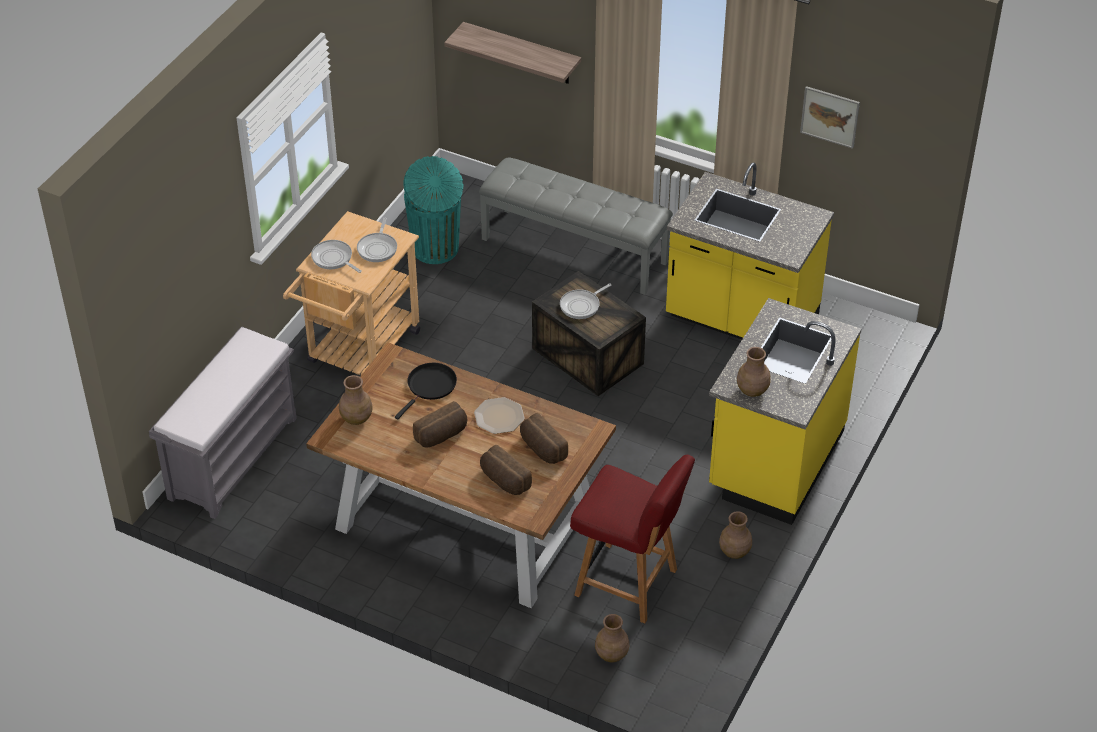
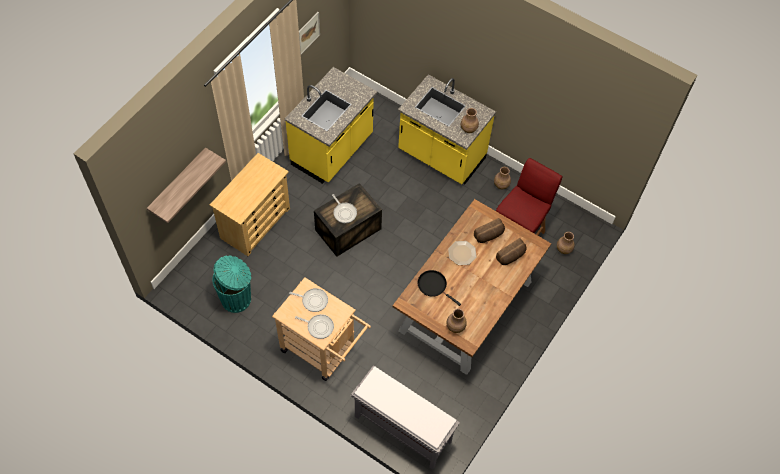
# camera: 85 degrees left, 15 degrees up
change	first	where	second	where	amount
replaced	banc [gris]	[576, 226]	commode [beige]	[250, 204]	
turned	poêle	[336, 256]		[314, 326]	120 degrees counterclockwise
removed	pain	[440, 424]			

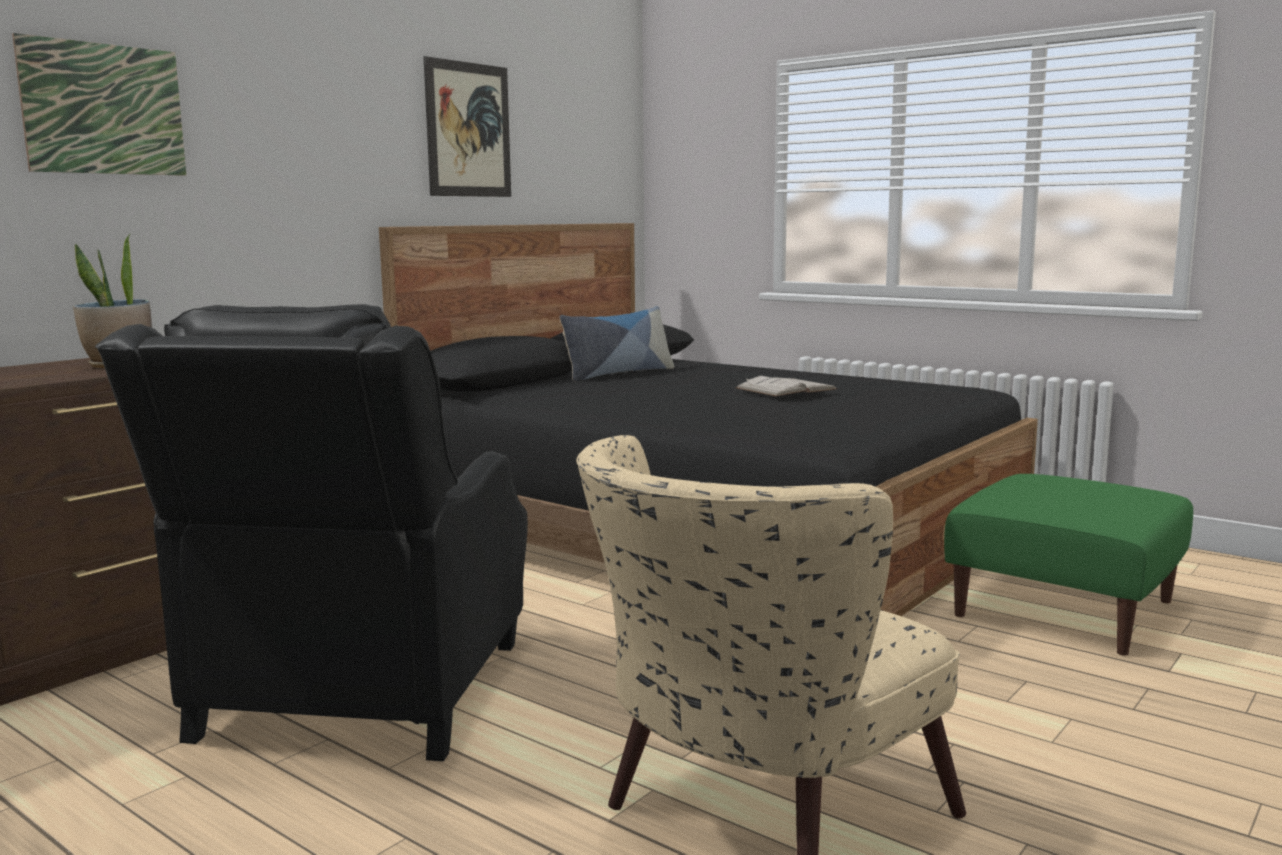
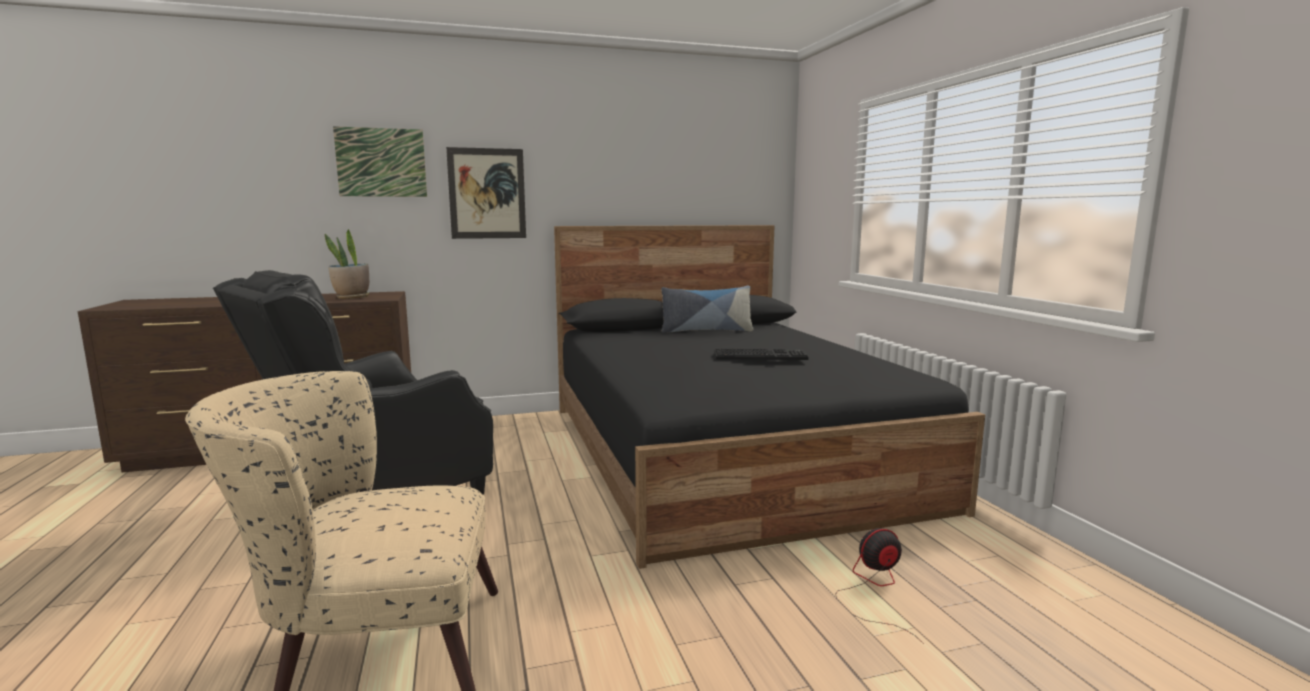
# camera: 35 degrees right, 0 degrees up
change	first	where	second	where	amount
moved	tableau	[467, 126]		[486, 193]	
replaced	livre [blanc]	[786, 386]	clavier	[761, 354]	
replaced	pouf [vert]	[1068, 565]	ventilateur	[880, 586]	

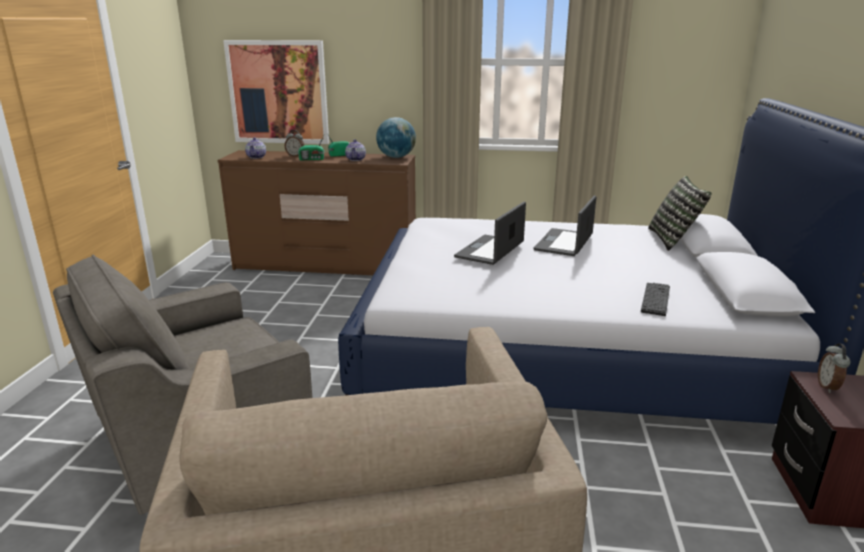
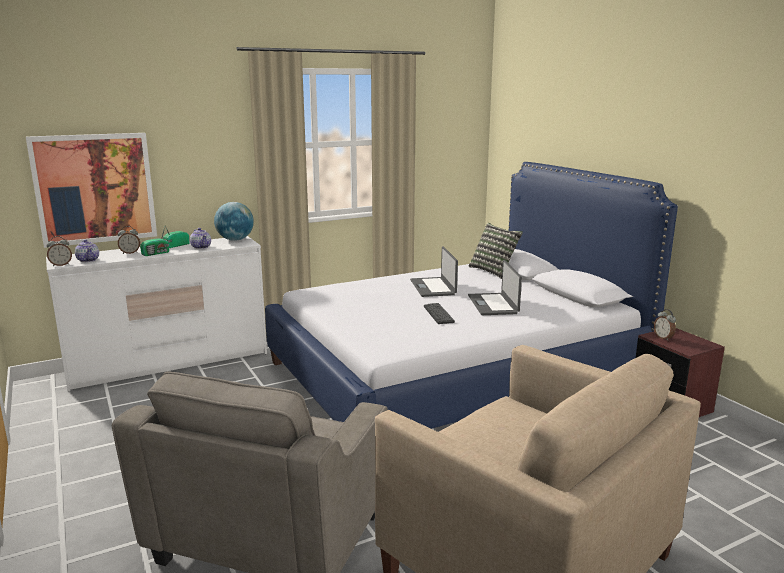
# camera: 35 degrees left, 5 degrees down
change	first	where	second	where	amount
recoloured	commode [marron]	[316, 212]	commode [blanc]	[156, 314]	
moved	ordinateur portable	[490, 233]		[495, 287]	
moved	clavier	[655, 299]		[439, 313]	
added			réveil	[59, 251]	

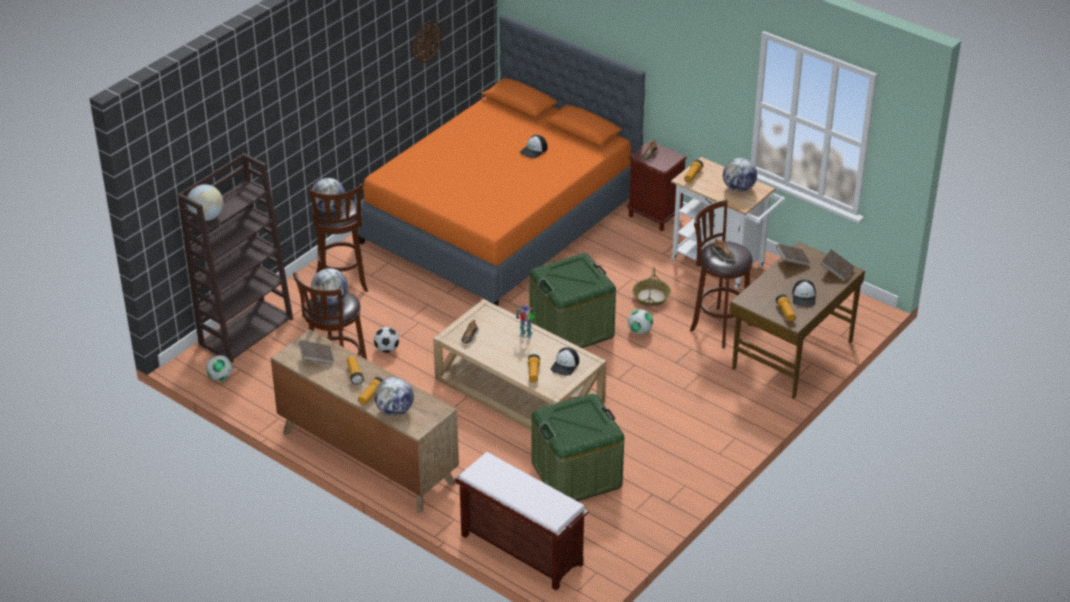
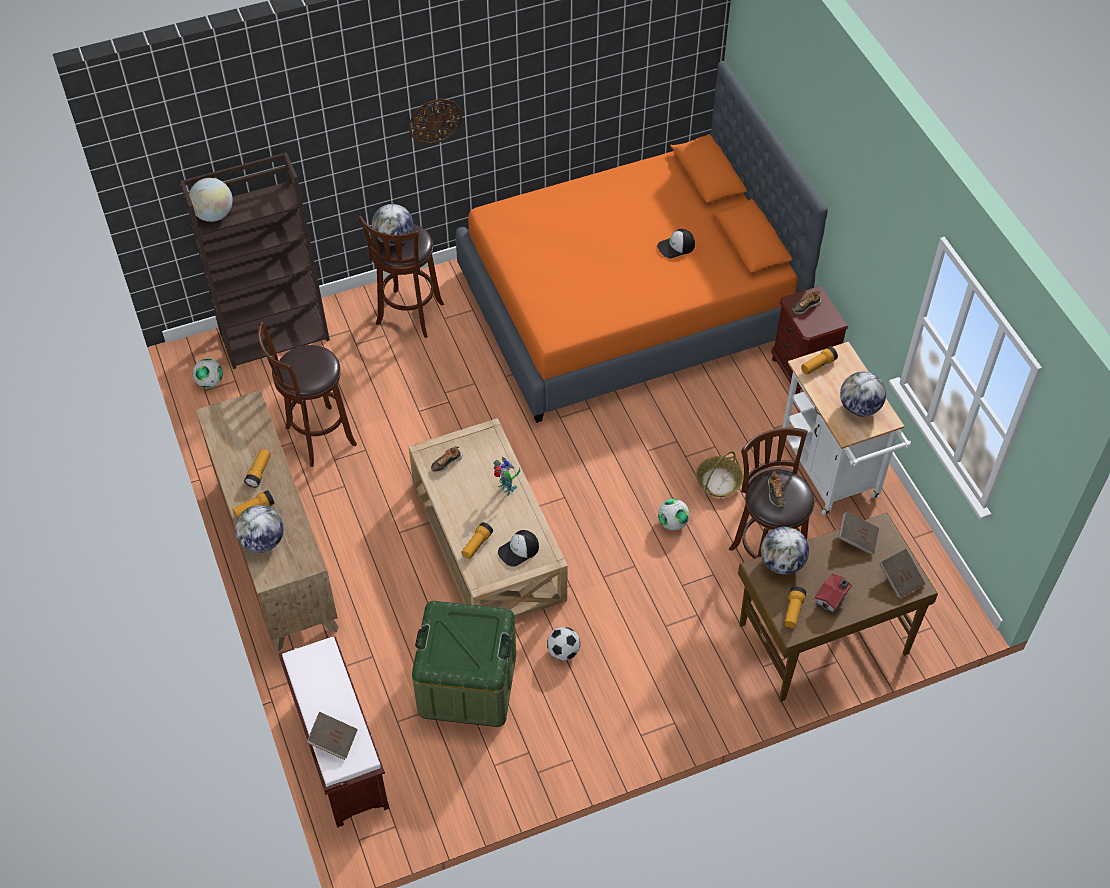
# camera: 30 degrees right, 15 degrees up
change	first	where	second	where	amount
moved	horloge murale	[427, 41]		[435, 122]	
removed	boîte de rangement [vert]	[573, 300]			
moved	globe	[329, 286]		[785, 551]	
replaced	casquette	[804, 293]	maison miniature	[833, 593]	
moved	ballon de foot	[386, 340]		[563, 644]	
moved	livre [marron]	[316, 352]		[332, 736]	

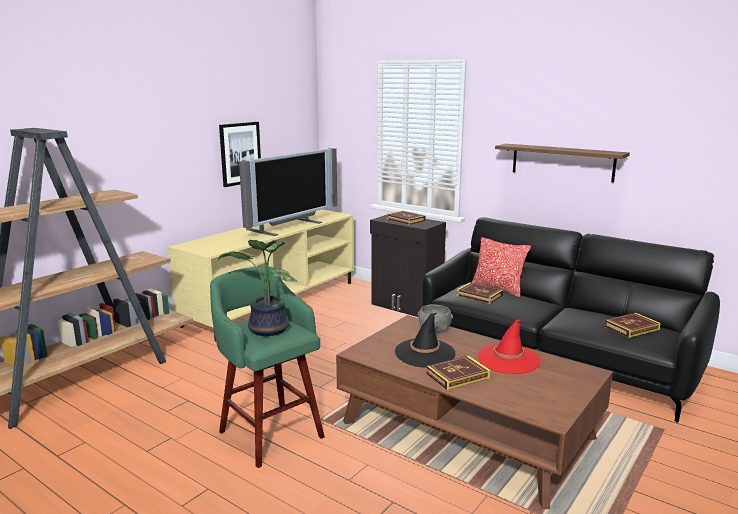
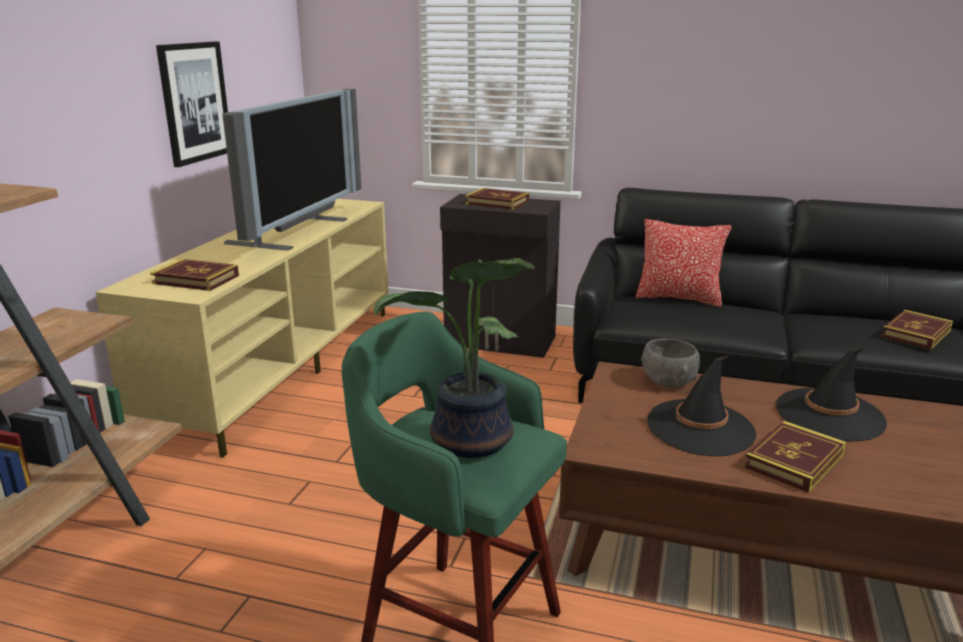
# camera: 20 degrees left, 5 degrees up
change	first	where	second	where	amount
removed	étagère [marron]	[562, 163]			
moved	livre	[479, 293]		[194, 275]	
recoloured	chapeau [rouge]	[509, 347]	chapeau [noir]	[831, 395]	

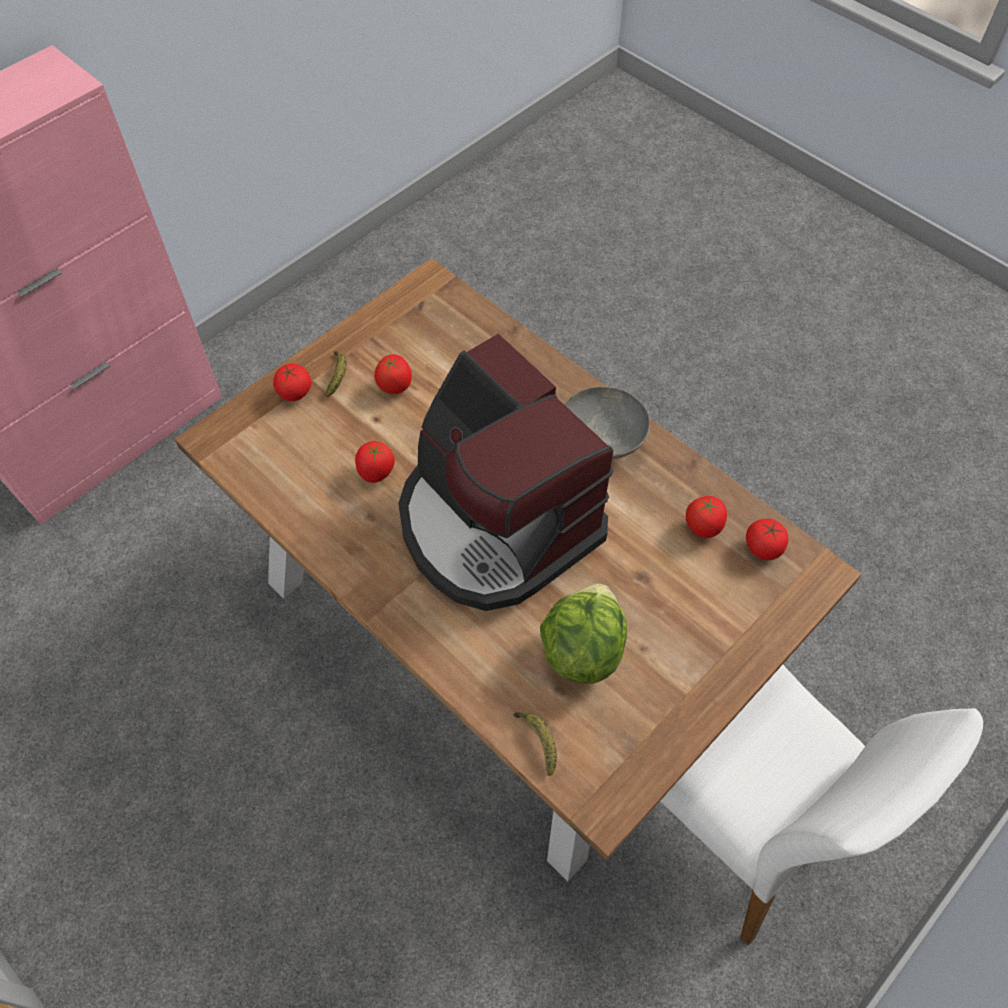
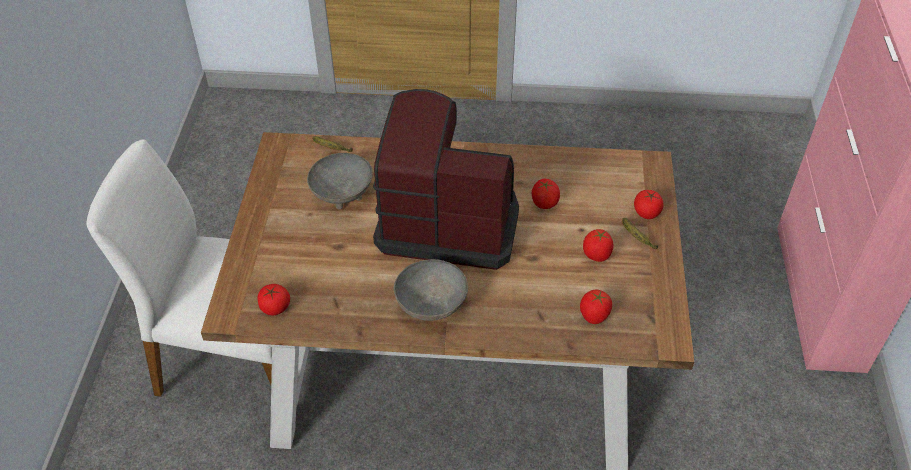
# camera: 140 degrees right, 10 degrees down
change	first	where	second	where	amount
moved	tomate	[706, 517]		[596, 306]	
replaced	laitue	[583, 634]	bol [gris]	[340, 181]	

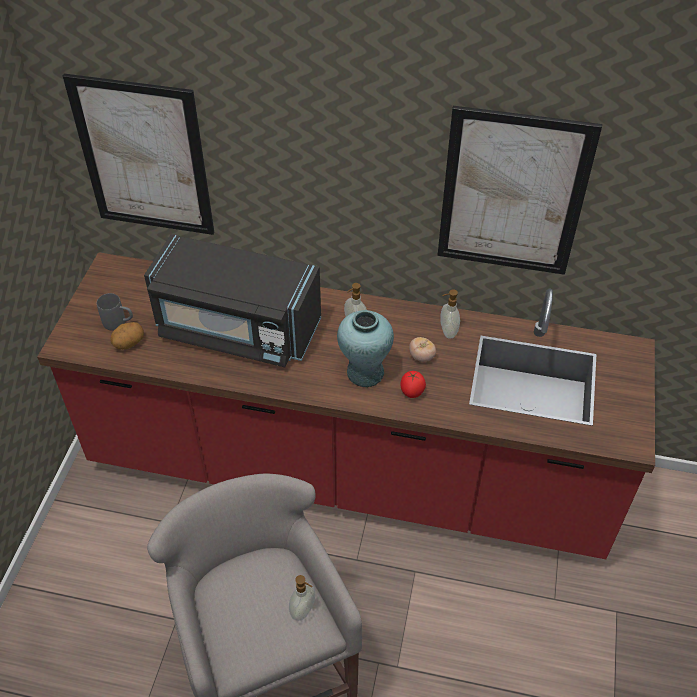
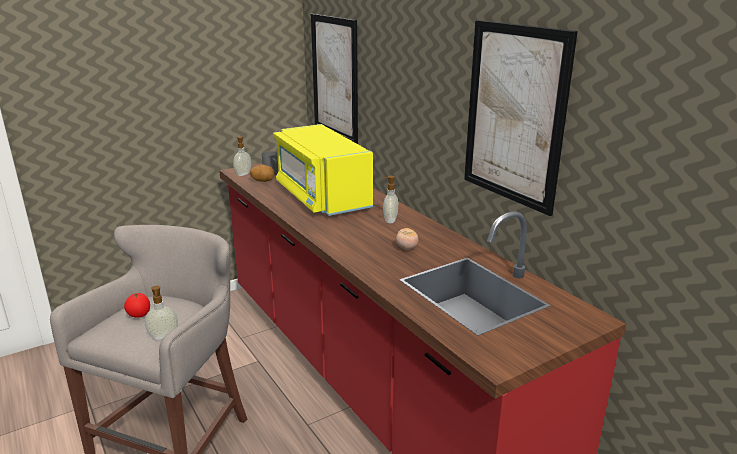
# camera: 45 degrees right, 25 degrees down
change	first	where	second	where	amount
recoloured	micro-ondes [noir]	[232, 300]	micro-ondes [jaune]	[323, 170]	
moved	distributeur de savon	[450, 314]		[242, 156]	
removed	vase [turquoise]	[365, 348]			
moved	tomate	[413, 384]		[137, 305]	

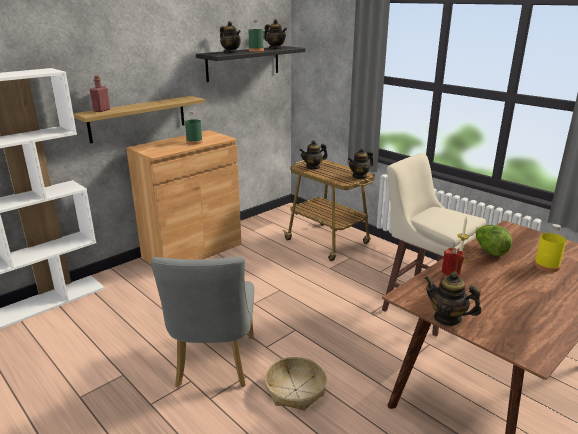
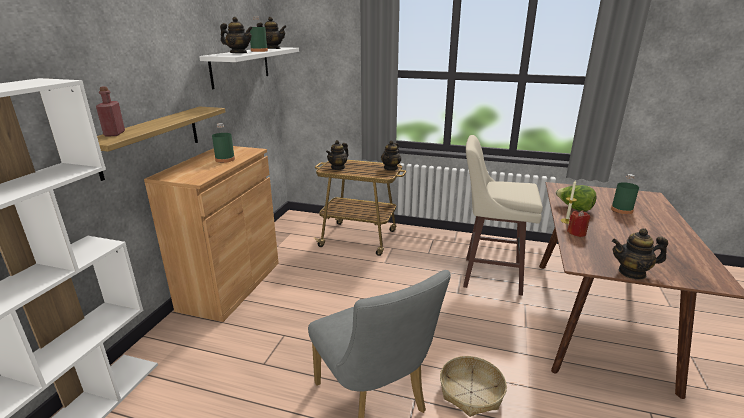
# camera: 30 degrees left, 0 degrees up
change	first	where	second	where	amount
recoloured	étagère [noir]	[250, 64]	étagère [blanc]	[249, 68]	
recoloured	bouteille [jaune]	[550, 248]	bouteille [vert]	[625, 194]	

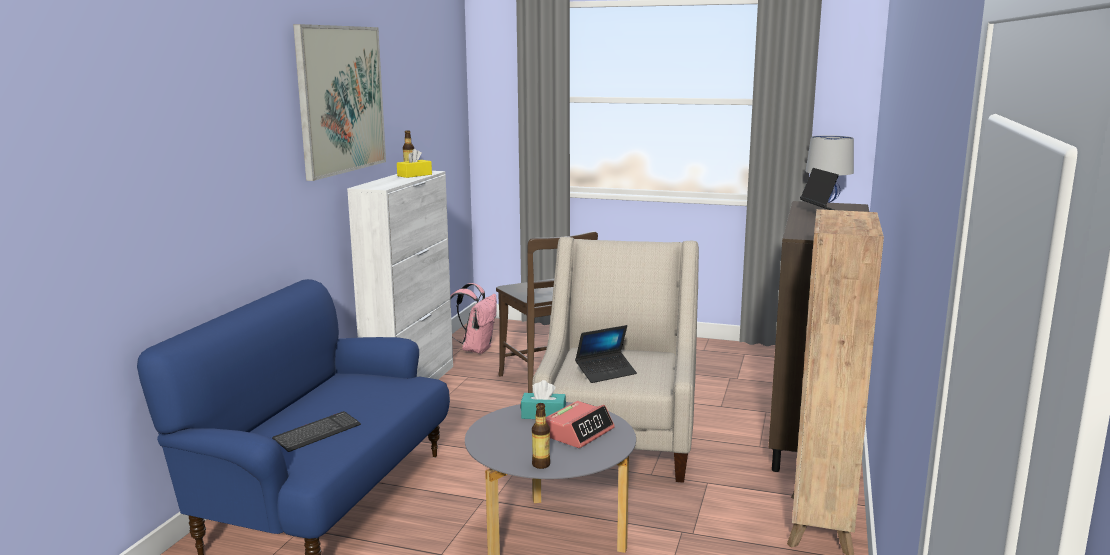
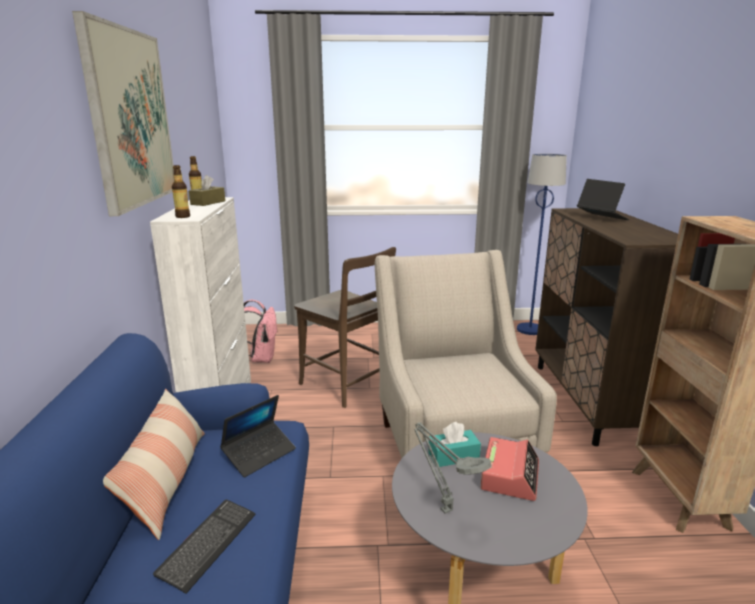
# camera: 20 degrees left, 5 degrees up
change	first	where	second	where	amount
recoloured	boîte à mouchoirs [jaune]	[414, 163]	boîte à mouchoirs [marron]	[207, 190]	
moved	ordinateur portable	[606, 354]		[258, 436]	
moved	bouteille	[541, 436]		[181, 191]	
added			coussin	[154, 464]	
added			lampe de table [gris]	[453, 468]	

